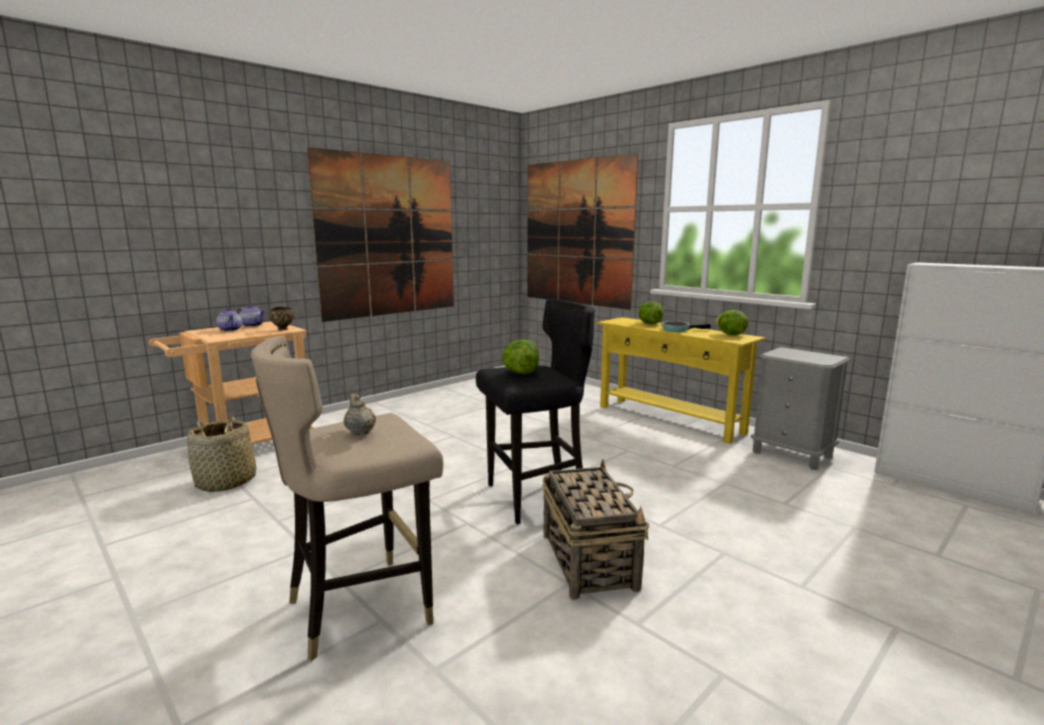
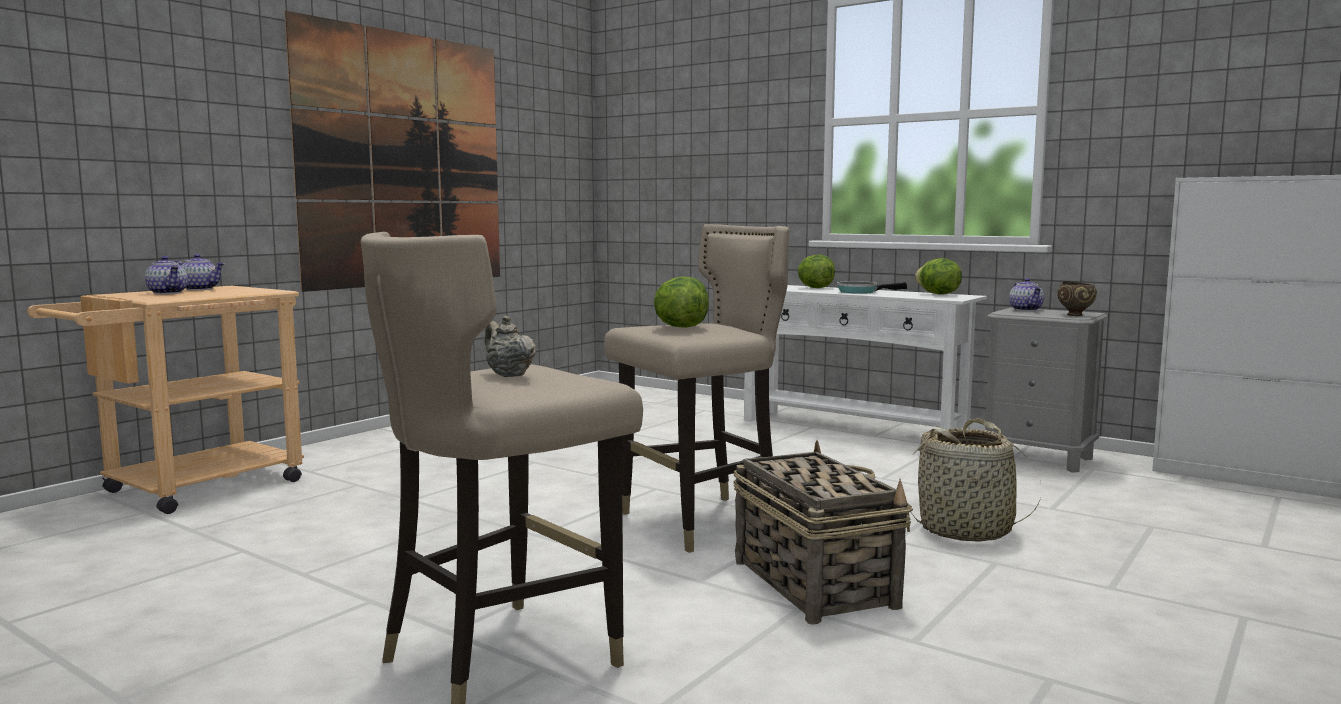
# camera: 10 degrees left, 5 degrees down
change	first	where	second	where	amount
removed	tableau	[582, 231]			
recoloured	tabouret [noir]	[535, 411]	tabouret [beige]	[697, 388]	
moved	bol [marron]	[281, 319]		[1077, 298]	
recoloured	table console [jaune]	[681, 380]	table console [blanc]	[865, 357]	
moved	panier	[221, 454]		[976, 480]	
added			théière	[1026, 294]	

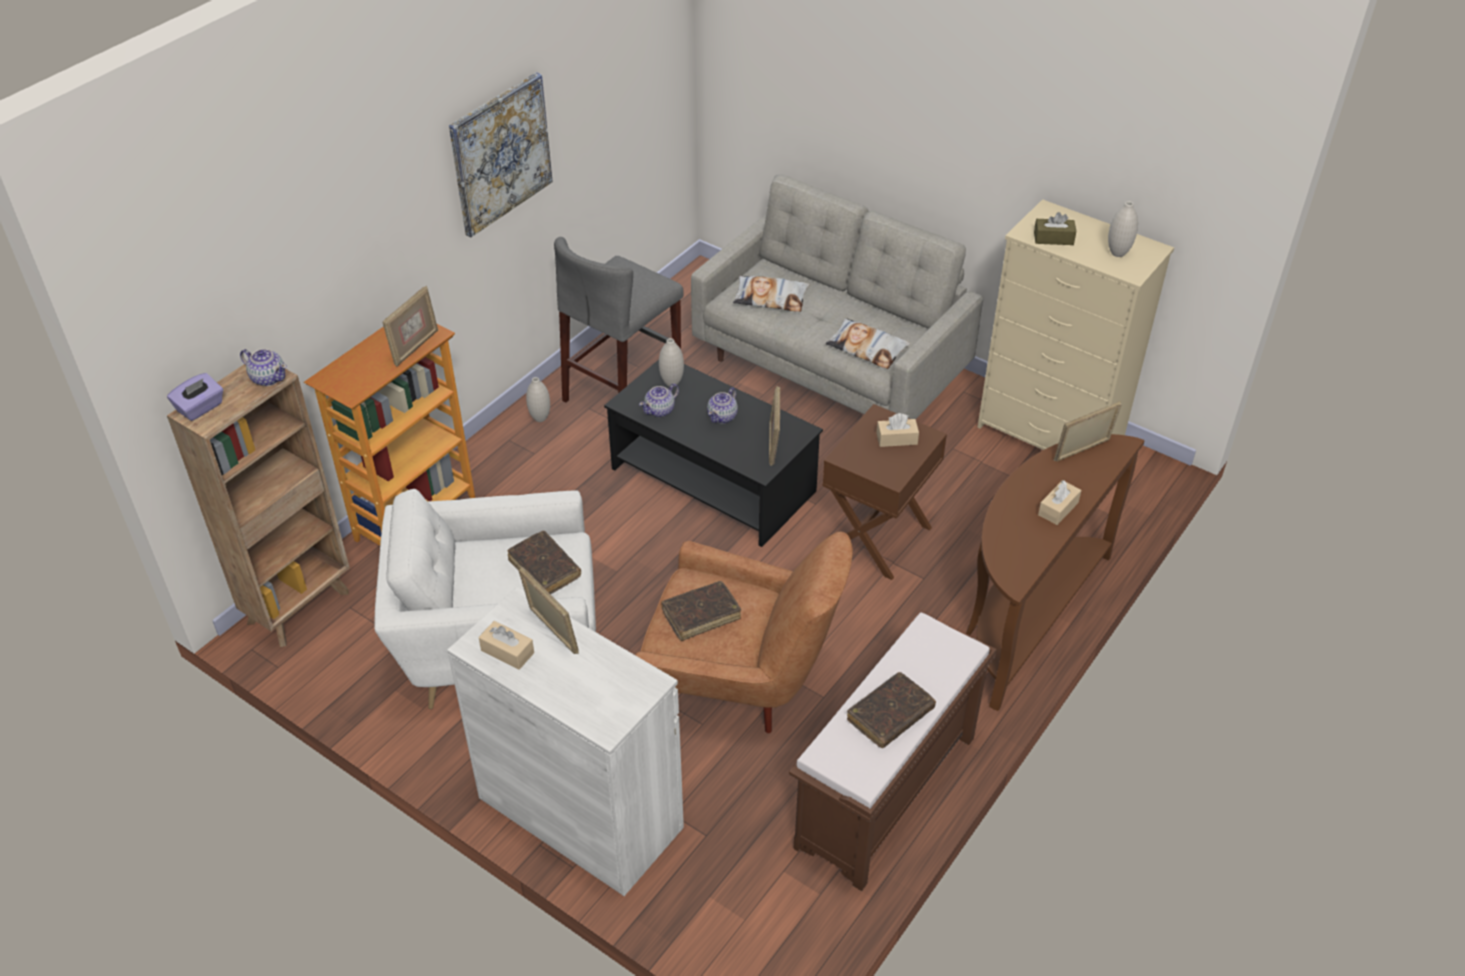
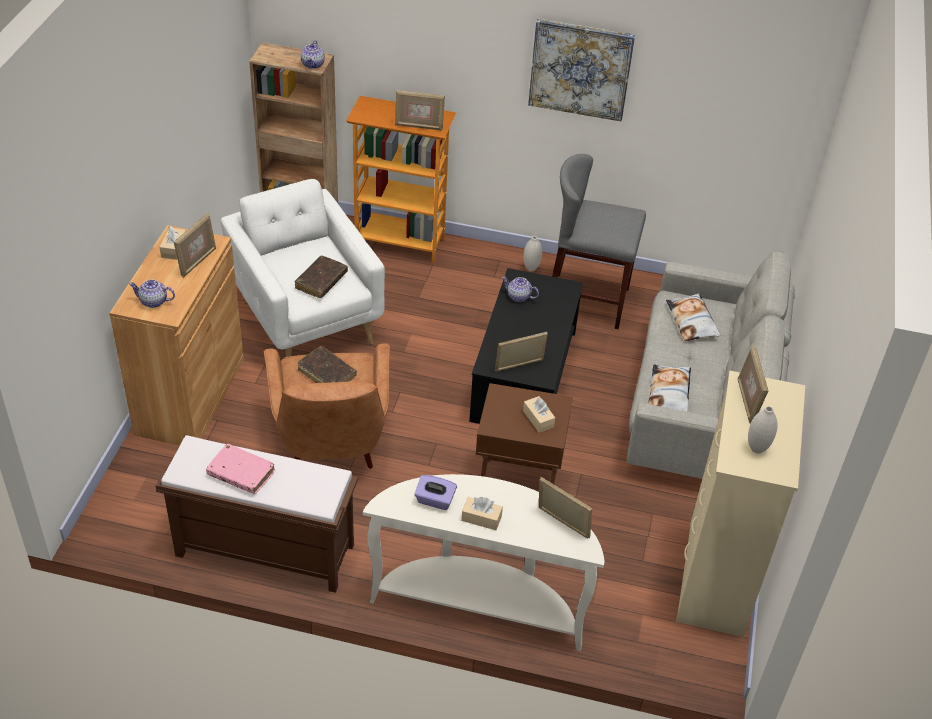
# camera: 65 degrees right, 0 degrees up
change	first	where	second	where	amount
replaced	boîte à mouchoirs [marron]	[1055, 228]	cadre photo	[753, 384]	
removed	vase [blanc]	[671, 362]			
moved	boîte à mouchoirs [violet]	[195, 397]		[435, 492]	
moved	théière	[722, 405]		[152, 293]	
recoloured	table console [marron]	[1055, 572]	table console [blanc]	[483, 562]	
recoloured	meuble de rangement [blanc]	[565, 741]	meuble de rangement [marron]	[176, 335]	
recoloured	livre [marron]	[891, 710]	livre [rose]	[240, 469]	

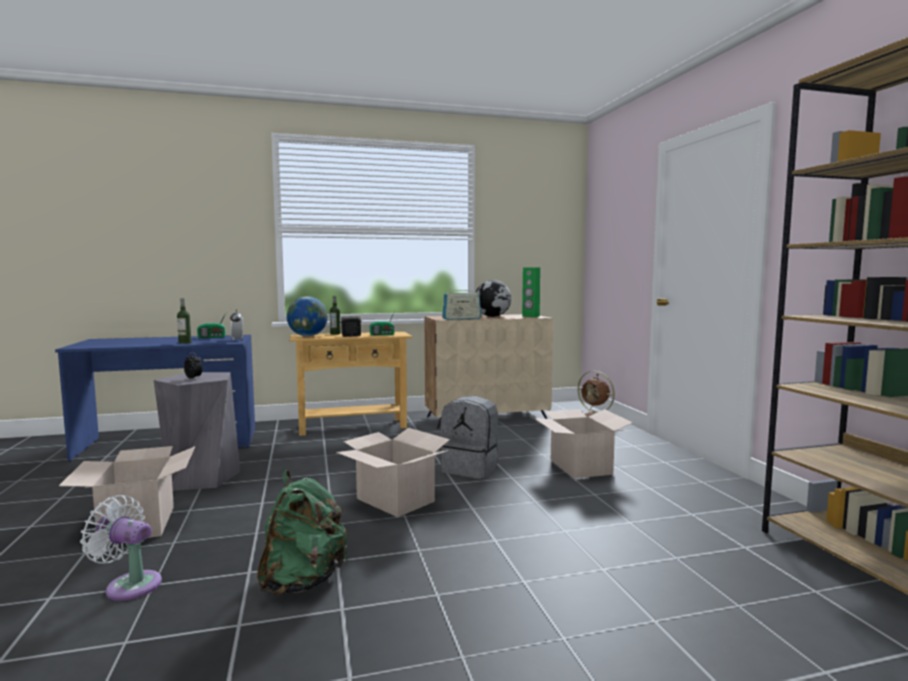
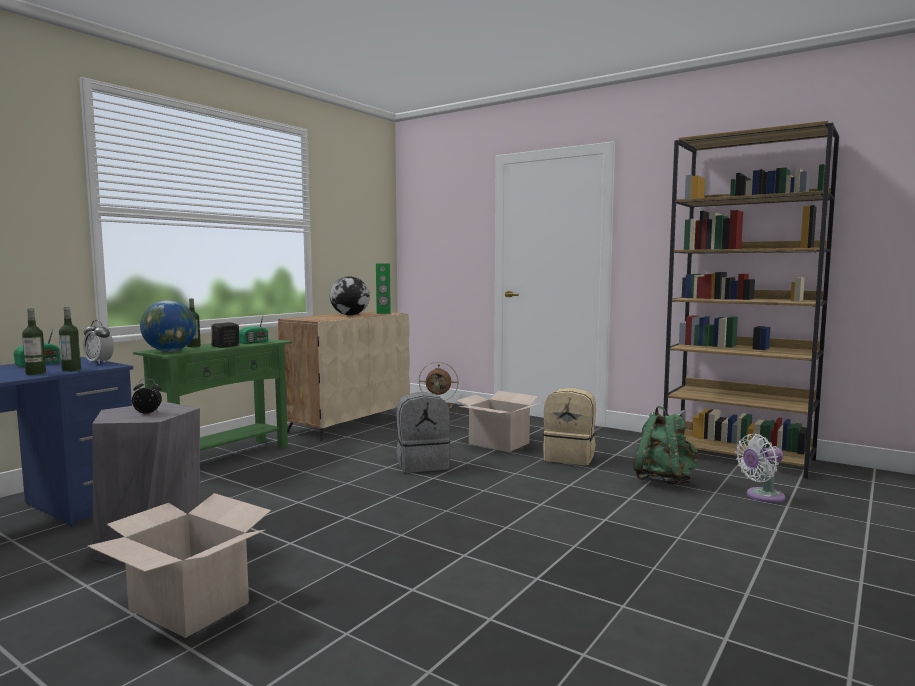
# camera: 40 degrees left, 0 degrees up
change	first	where	second	where	amount
removed	radio	[461, 303]			
recoloured	table console [beige]	[351, 384]	table console [vert]	[212, 395]	
removed	carton	[393, 472]			
moved	sac à dos [vert]	[302, 532]		[665, 445]	
moved	ventilateur [blanc]	[121, 548]		[760, 468]	
added			bouteille	[70, 339]	
added			sac à dos [beige]	[569, 426]	

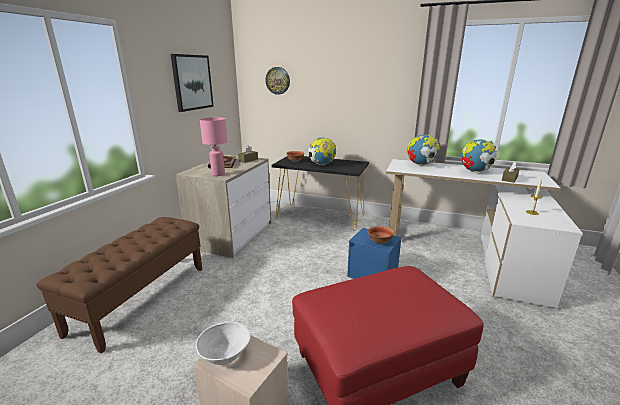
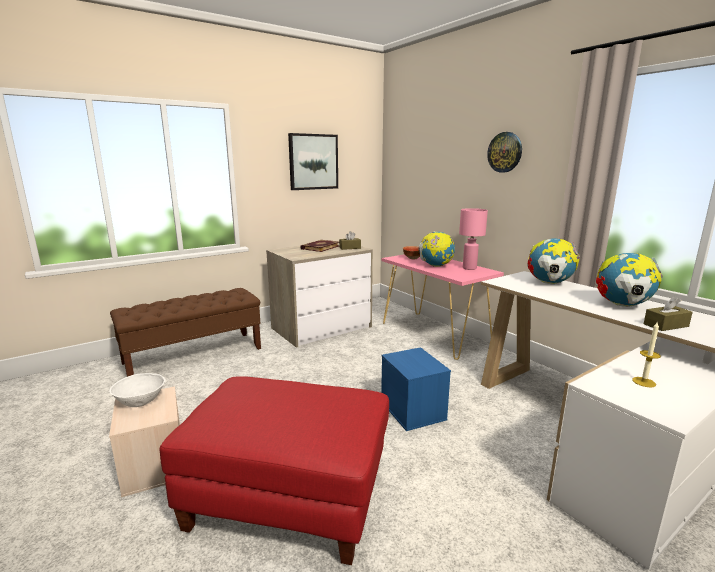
# camera: 35 degrees right, 5 degrees down
change	first	where	second	where	amount
moved	horloge murale	[277, 81]		[504, 152]	
moved	lampe de table [rose]	[213, 146]		[473, 239]	
recoloured	table console [noir]	[320, 193]	table console [rose]	[443, 307]	
removed	bol	[381, 235]			

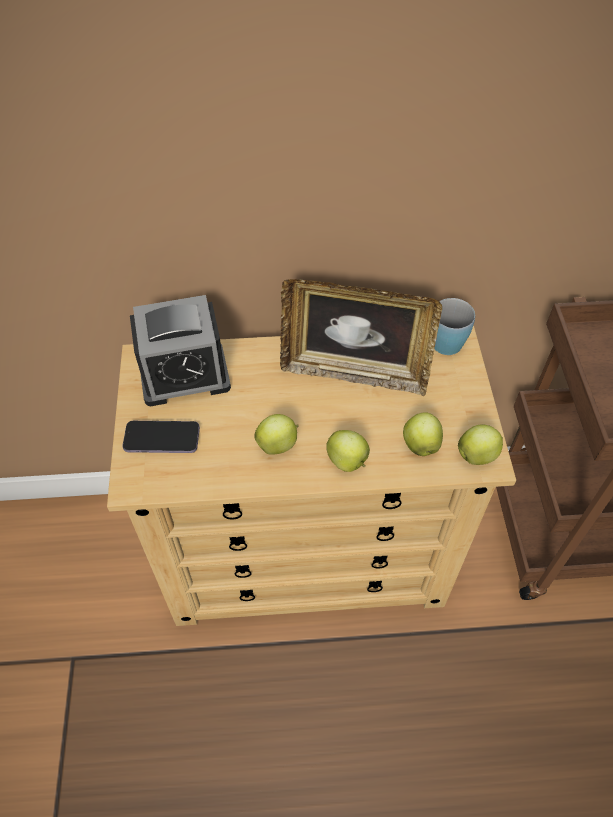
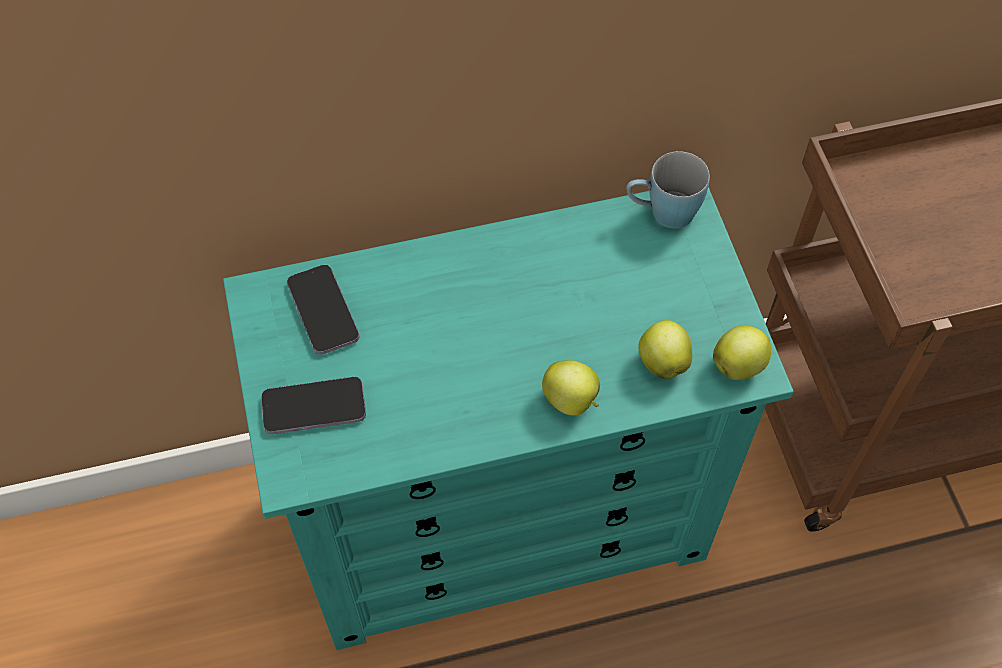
# camera: 10 degrees left, 5 degrees up
change	first	where	second	where	amount
removed	cadre photo	[361, 337]			
replaced	réveil	[180, 350]	téléphone	[323, 310]	
recoloured	commode [beige]	[311, 476]	commode [turquoise]	[508, 418]	
removed	pomme	[276, 434]			

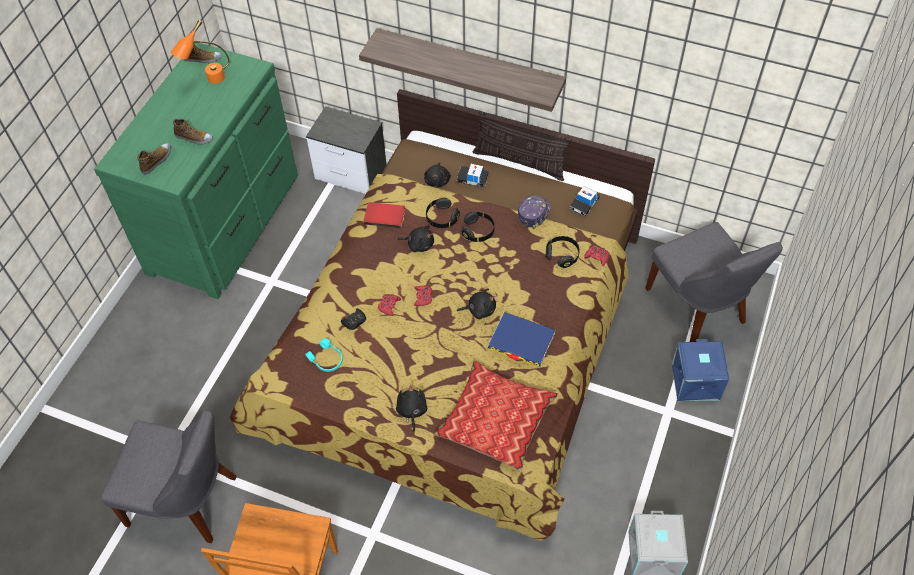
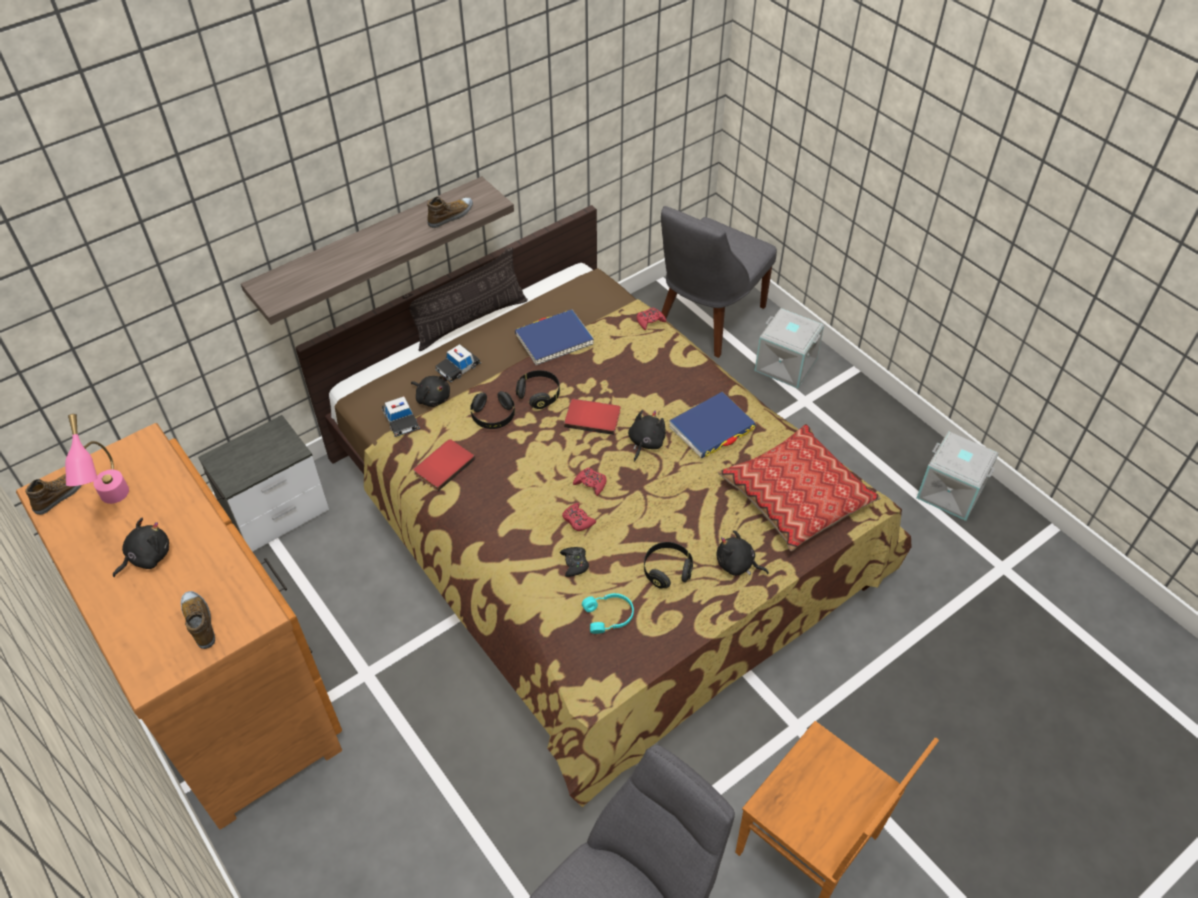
# camera: 60 degrees left, 5 degrees down
change	first	where	second	where	amount
recoloured	lampe de table [orange]	[200, 52]	lampe de table [rose]	[97, 459]	
recoloured	commode [vert]	[196, 171]	commode [marron]	[179, 626]	
moved	chaussure	[193, 131]		[450, 212]	
moved	petite voiture	[585, 201]		[401, 416]	
replaced	casquette	[534, 212]	livre [bleu]	[554, 337]	
turned	chaise [gris]	[714, 282]		[719, 282]	120 degrees clockwise
moved	peluche [noir]	[416, 238]		[141, 547]	
moved	casque audio [noir]	[563, 252]		[668, 565]	
recoloured	boîte de rangement [bleu]	[700, 370]	boîte de rangement [gris]	[789, 348]	
added			livre [rouge]	[592, 417]	

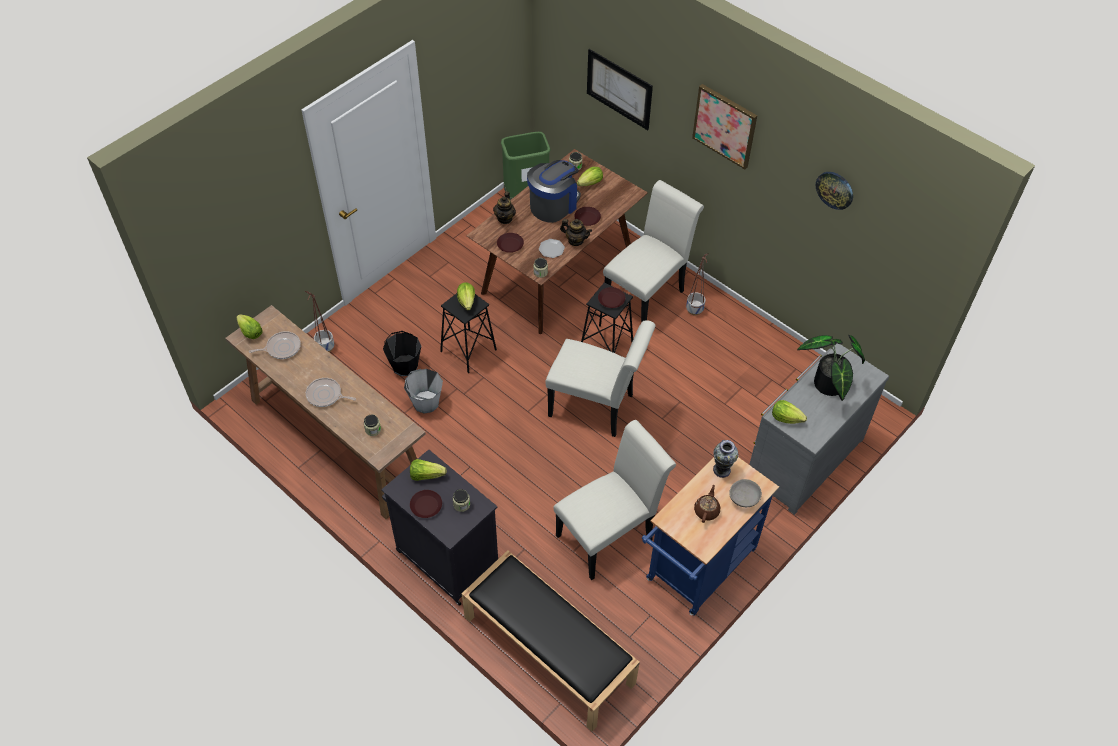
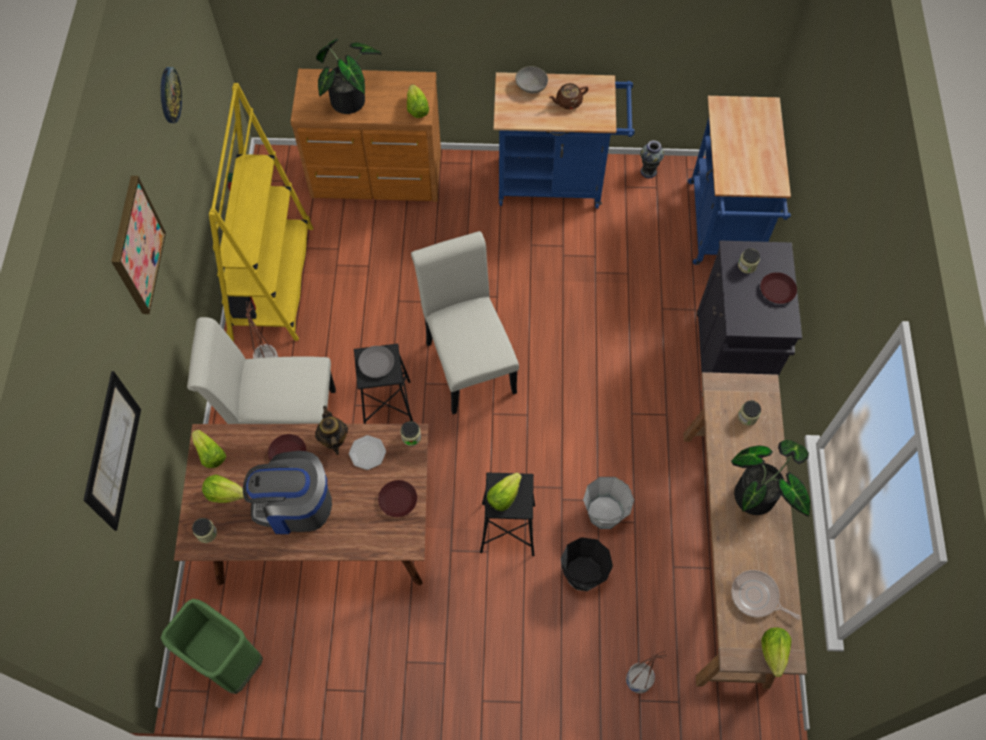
# camera: 130 degrees left, 10 degrees up
change	first	where	second	where	amount
removed	théière	[504, 207]			
recoloured	assiette [marron]	[611, 297]	assiette [gris]	[376, 362]	
recoloured	commode [gris]	[819, 429]	commode [marron]	[365, 135]	
replaced	poêle	[331, 392]	plante en pot	[770, 478]	
removed	chaise [blanc]	[614, 500]			
moved	vase	[725, 459]		[652, 159]	
moved	laitue	[428, 470]		[209, 449]	
replaced	banc [noir]	[551, 640]	chariot [bleu]	[739, 180]	
added			bibliothèque [jaune]	[261, 212]	

